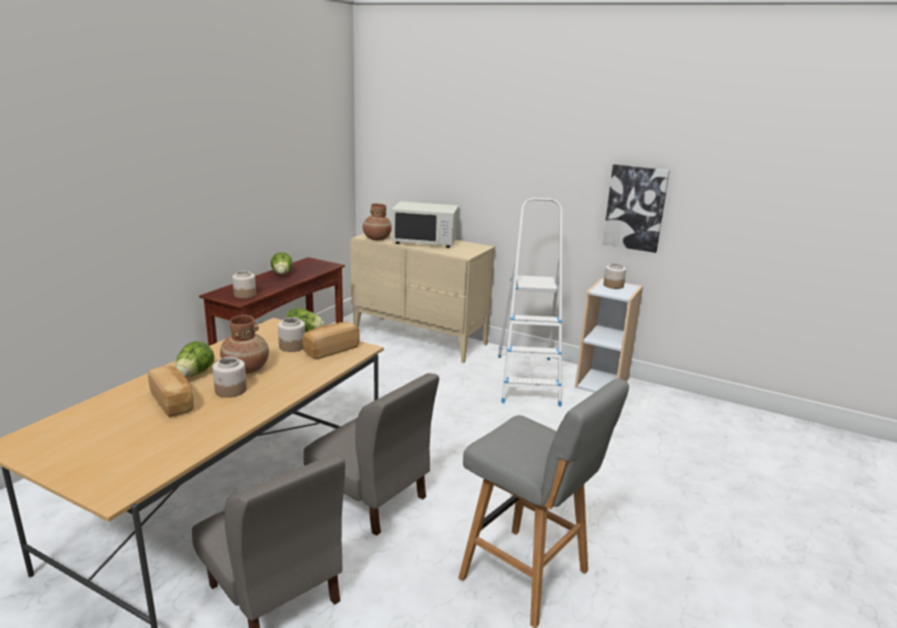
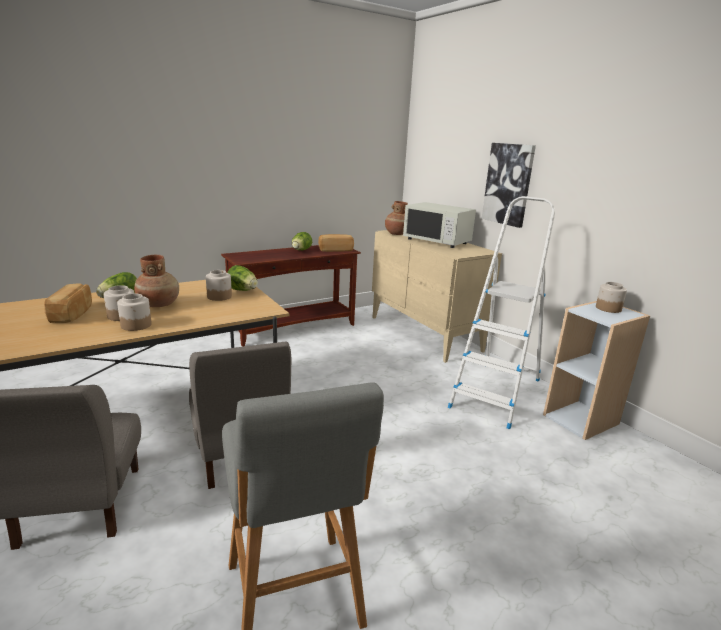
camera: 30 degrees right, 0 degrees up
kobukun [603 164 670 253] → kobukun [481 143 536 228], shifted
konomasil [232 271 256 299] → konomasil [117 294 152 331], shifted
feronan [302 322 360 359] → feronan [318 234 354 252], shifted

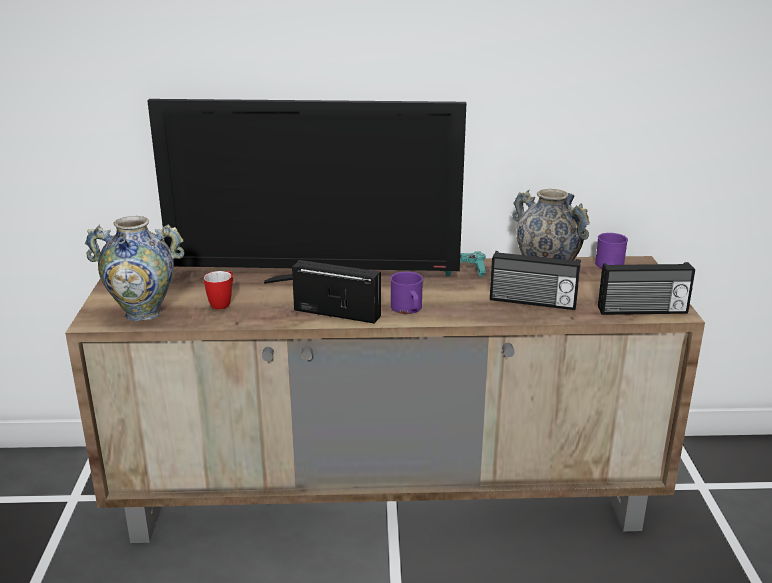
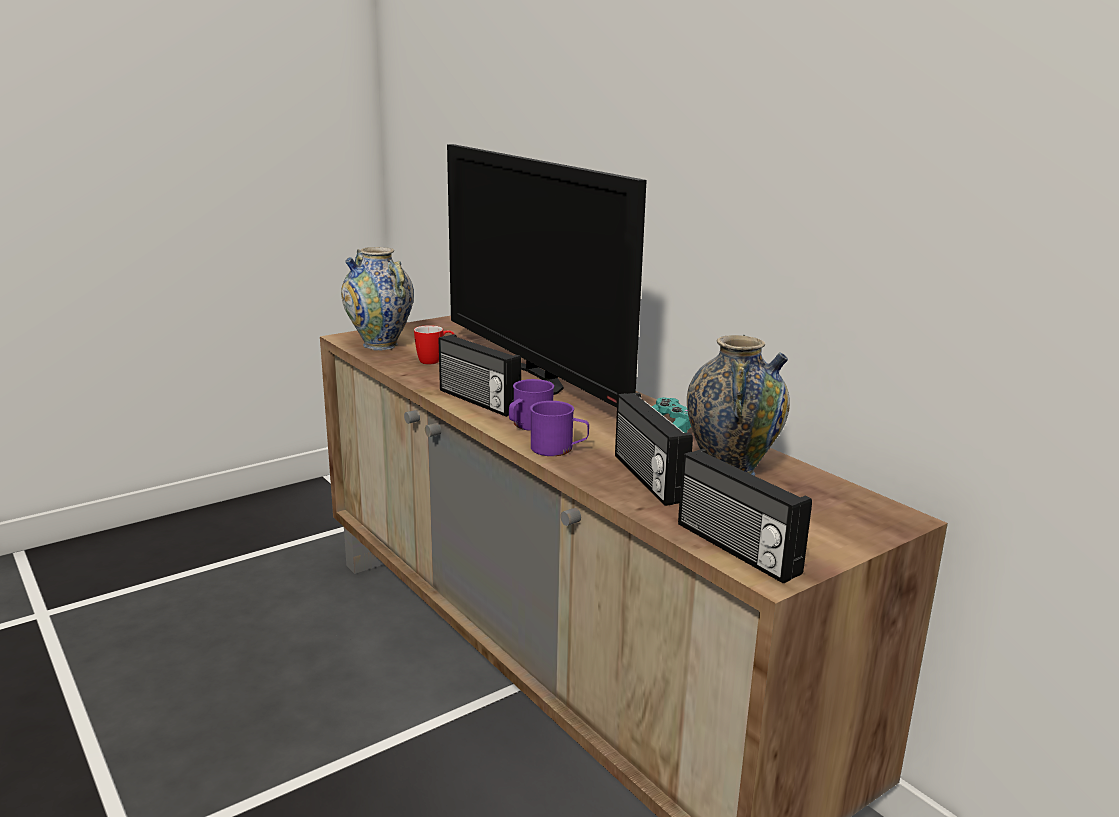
camera: 55 degrees right, 5 degrees down
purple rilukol [595 233 628 269] → purple rilukol [530 401 589 456], shifted
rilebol [292 260 381 324] → rilebol [439 334 521 417], 150 degrees clockwise

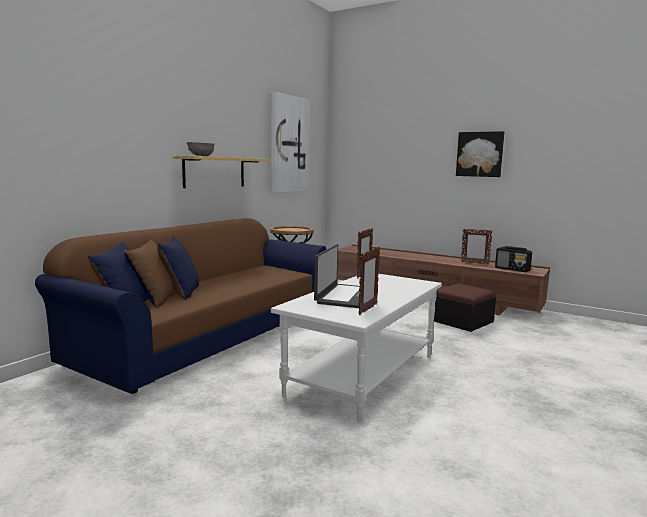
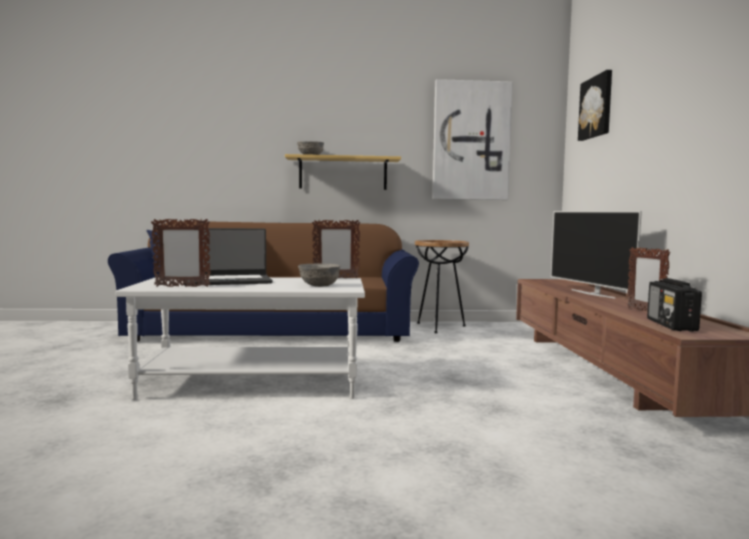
camera: 55 degrees right, 5 degrees down
kobukun [456 131 505 177] → kobukun [578 70 612 141], shifted
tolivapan [434 283 496 332] → -
- → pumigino [551 211 642 299]
- → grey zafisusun [298 263 340 287]

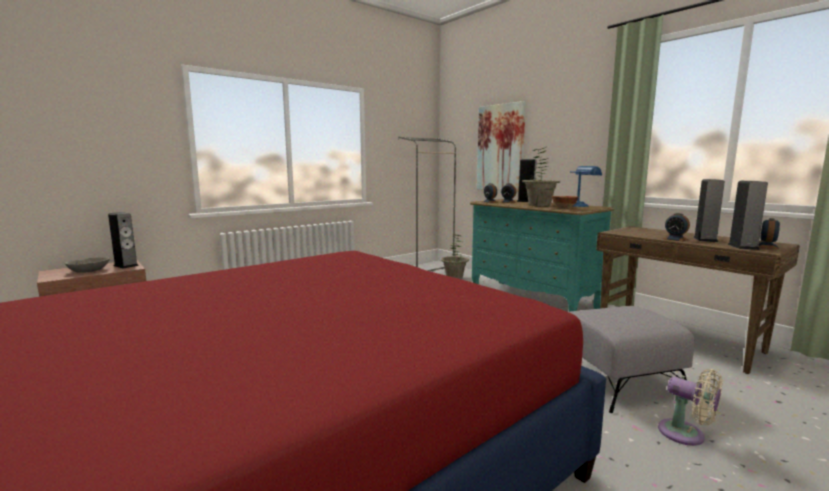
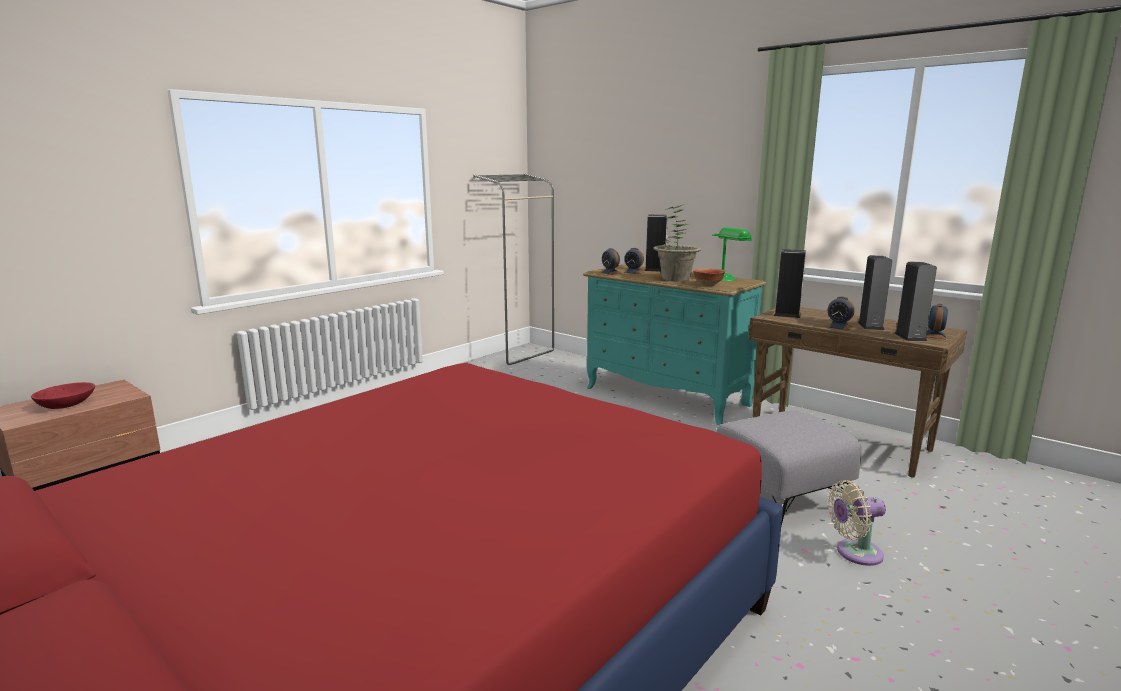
camera: 10 degrees left, 5 degrees up
kobukun [477 101 526 192] → -
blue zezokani [570 166 602 207] → green zezokani [712 227 752 281]
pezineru [108 212 139 269] → pezineru [773 249 806 318], shifted
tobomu [441 234 469 279] → -
grey zafisusun [65 257 110 273] → red zafisusun [31 382 95 409]
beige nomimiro [658 369 723 446] → beige nomimiro [828 480 886 566], 135 degrees clockwise

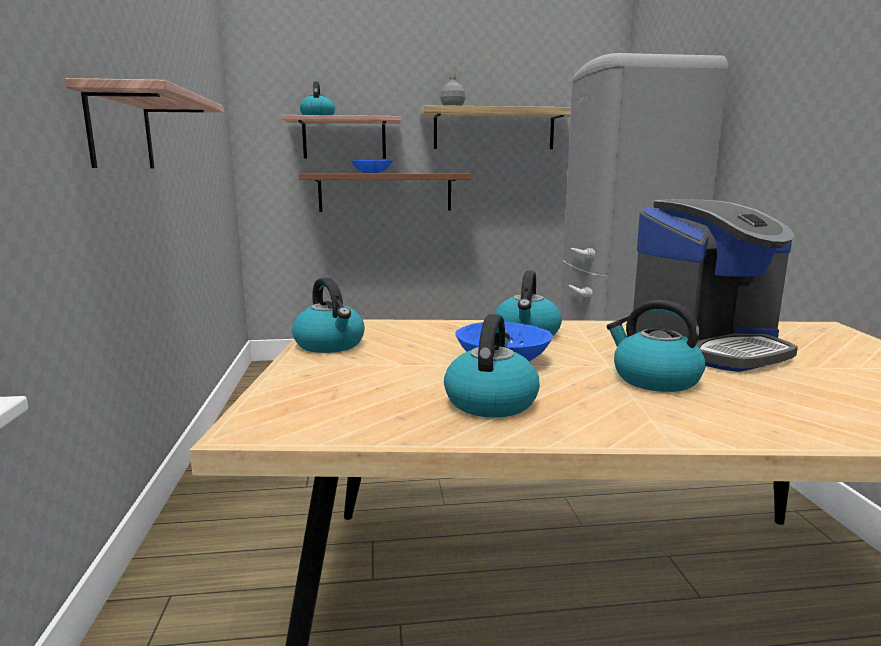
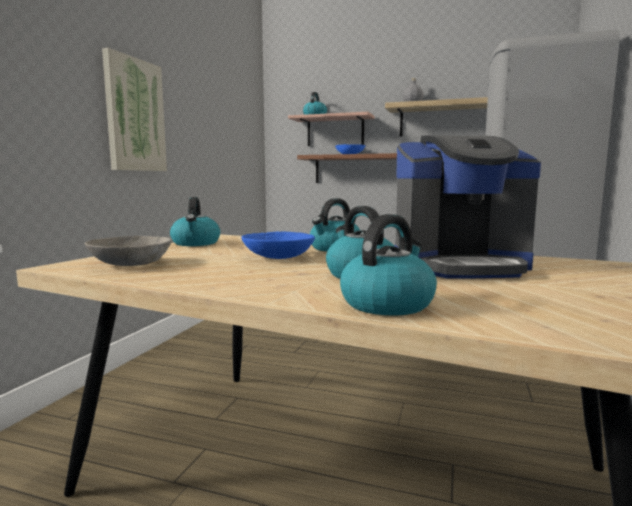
camera: 25 degrees right, 5 degrees down
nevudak [65 78 224 168] → kobukun [102 48 167 171]
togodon [444 314 540 418] → togodon [340 214 437 315], shifted
- → grey zafisusun [84 236 172 266]

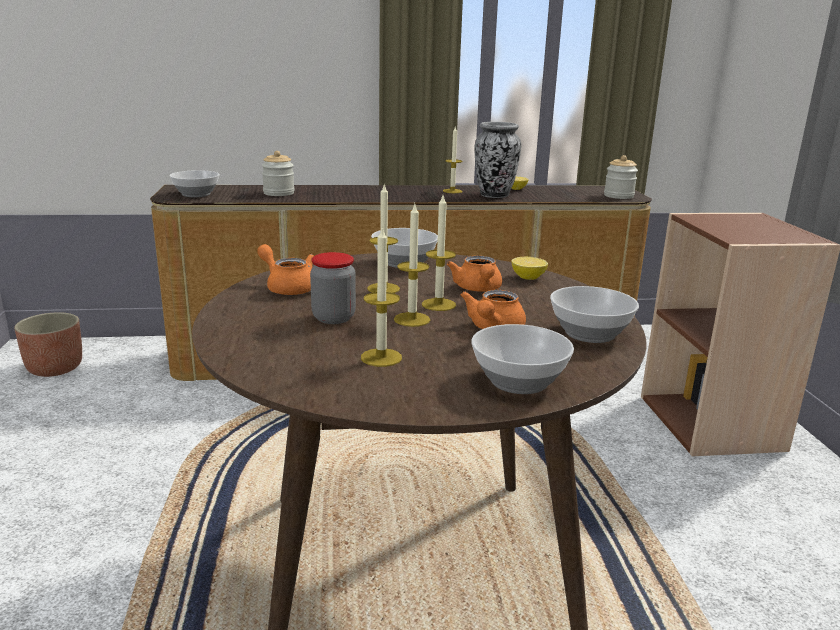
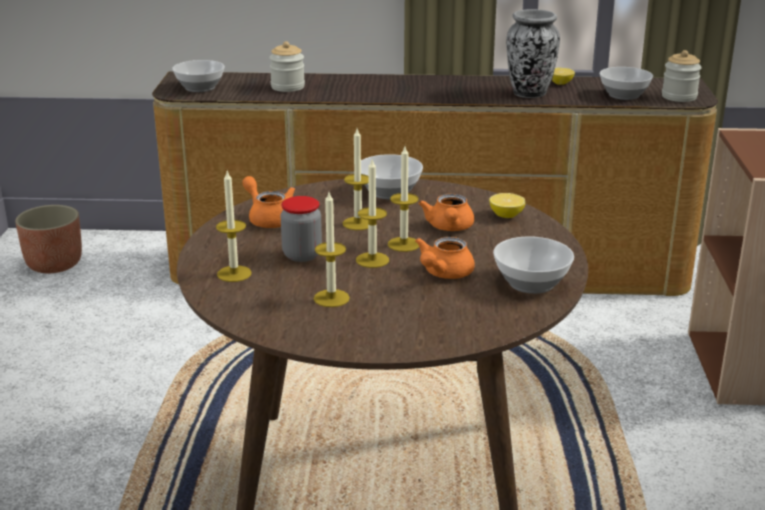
camera: 10 degrees right, 5 degrees up
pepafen [443 127 462 193] → pepafen [216 171 252 282], shifted
zafisusun [471 324 574 394] → zafisusun [600 67 653 100], shifted

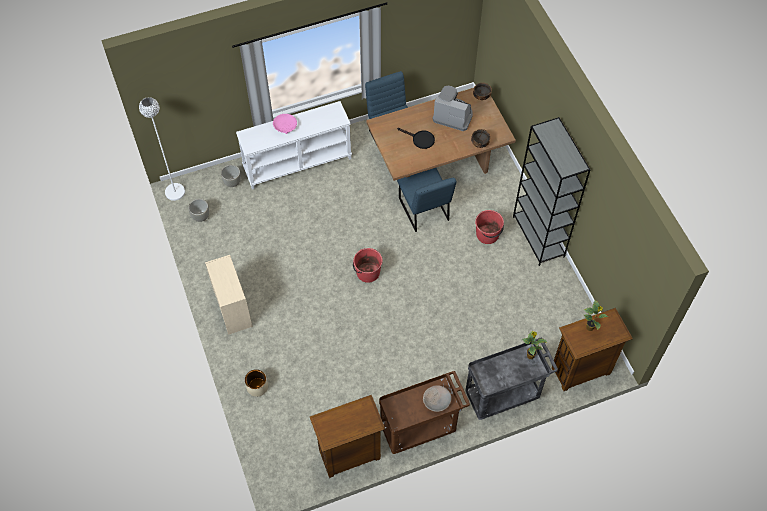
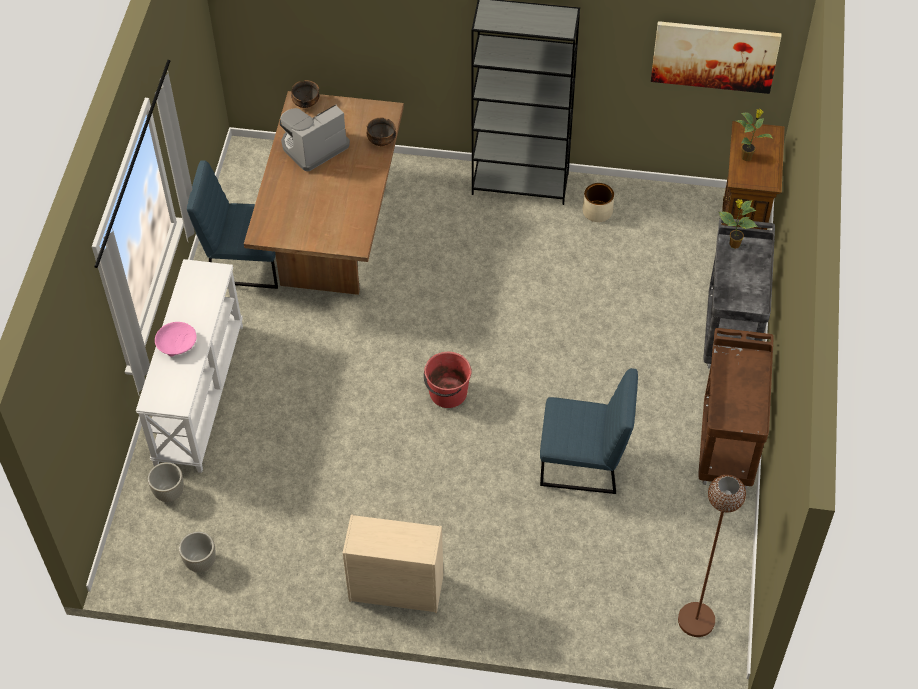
camera: 60 degrees left, 5 degrees down
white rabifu [139 97 185 201] → -
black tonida [397 128 435 149] → -
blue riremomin [397 168 457 232] → blue riremomin [540 368 638 494], shifted
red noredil [475 210 504 244] → -
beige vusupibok [245 369 268 397] → beige vusupibok [583 183 614 222], shifted
beige zafisusun [423 385 451 412] → -
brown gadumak [310 395 385 478] → -
- → kobukun [651 21 782 94]
- → brown rabifu [678 475 746 637]

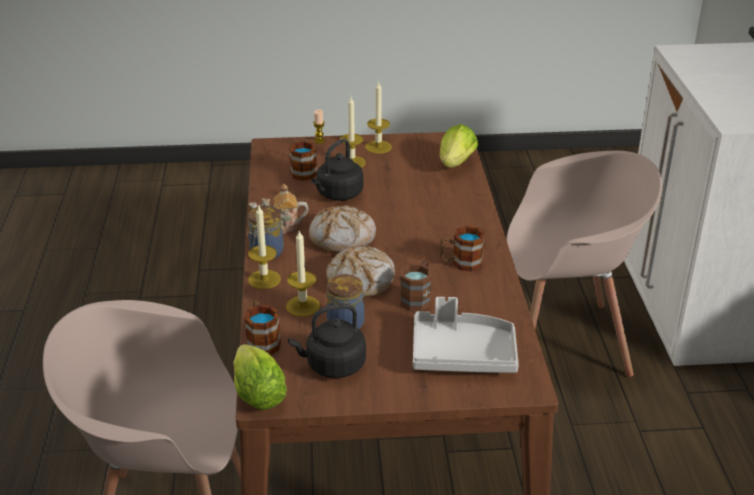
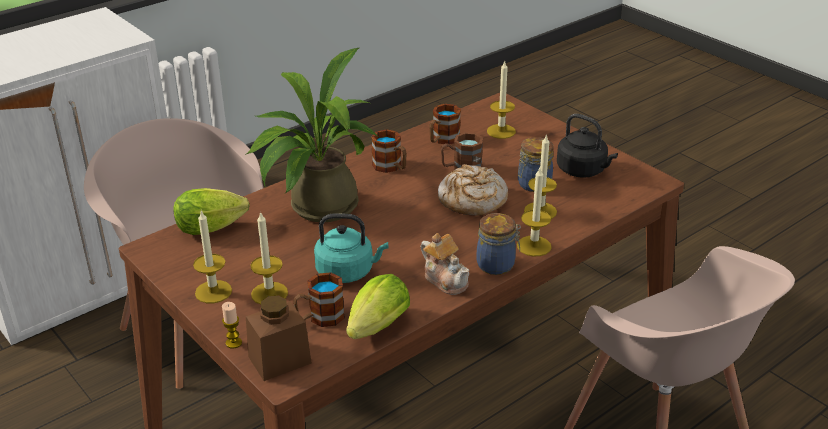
camera: 125 degrees left, 0 degrees up
black togodon [311 139 364 201] → turquoise togodon [314 213 388 283]
feronan [309 206 376 252] → -
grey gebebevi [413 297 519 373] → pepafen [487 60 516 139]
rilukol [244 301 281 355] → rilukol [429 104 461 144], shifted
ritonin [233 344 287 410] → ritonin [346 274 410 339], shifted
- → tobomu [245 48 378 222]
- → brown konomasil [246 296 312 381]

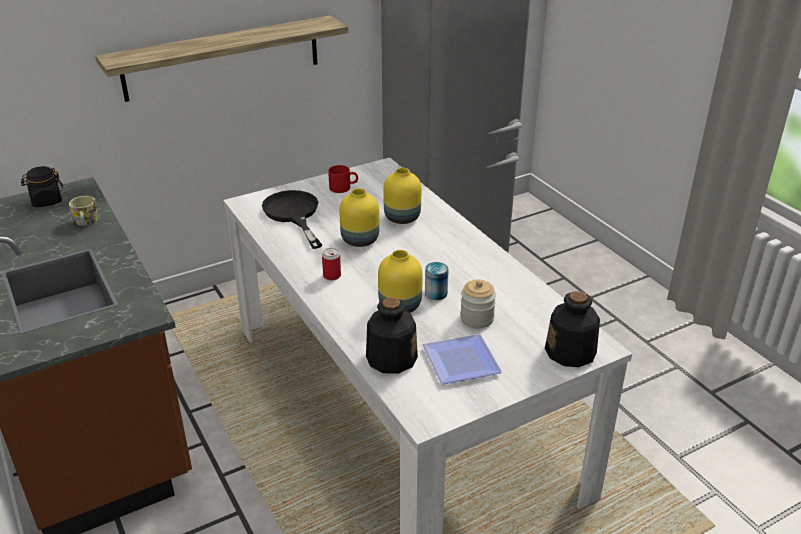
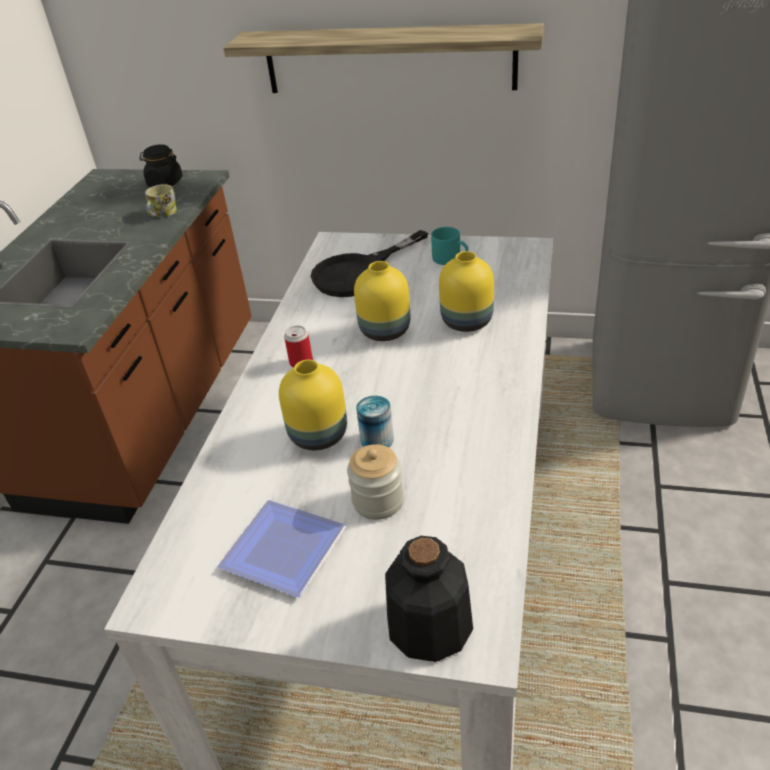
camera: 45 degrees right, 5 degrees up
red rilukol [328 165 358 193] → turquoise rilukol [431 227 468 265]
black tonida [262 190 322 249] → black tonida [310 230 428 297], 150 degrees counterclockwise
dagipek [366 297 418 374] → -

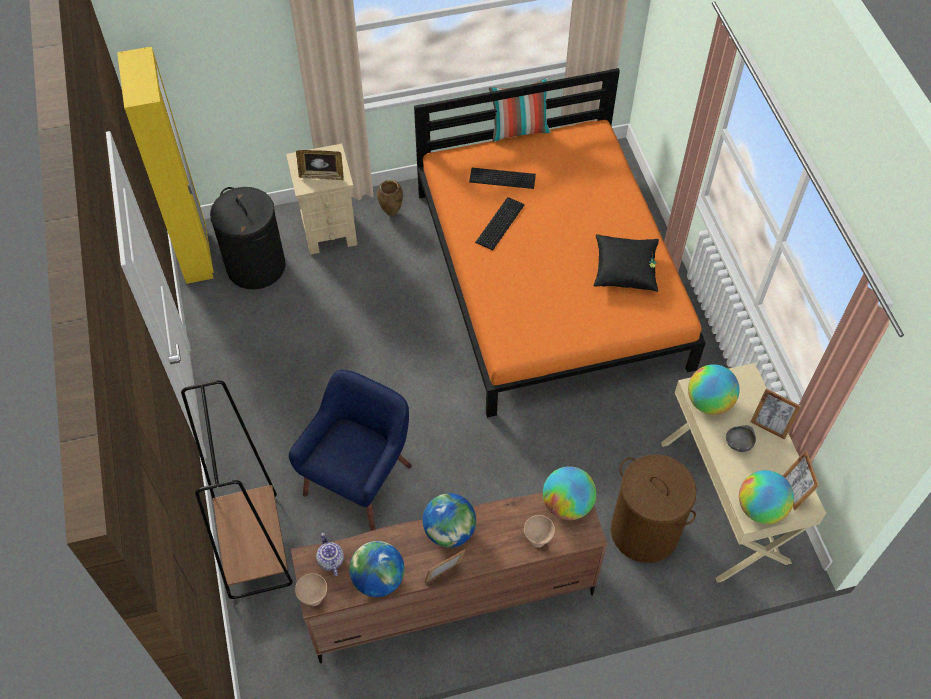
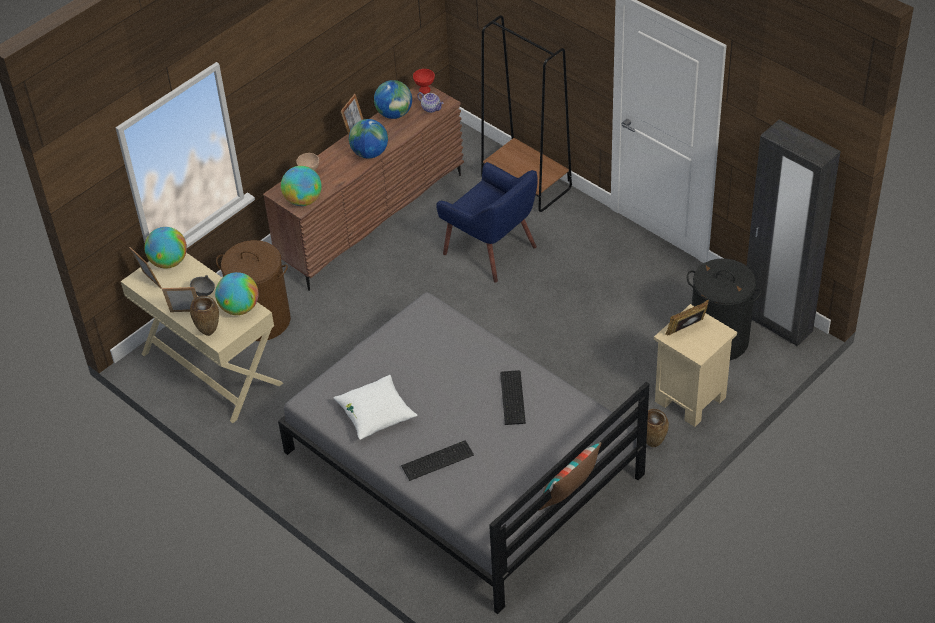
camera: 150 degrees right, 10 degrees down
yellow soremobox [117 47 214 284] → black soremobox [747 119 841 347]
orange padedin [414 68 706 418] → grey padedin [278 292 649 614]
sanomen [469 168 536 189] → sanomen [401 440 474 481], shifted
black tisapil [593 234 659 292] → white tisapil [334 375 417 440]
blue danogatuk [289 370 412 531] → blue danogatuk [436 162 537 283], 45 degrees counterclockwise
beige zafisusun [295 573 327 606] → red zafisusun [413 69 435 94]
- → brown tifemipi [190 296 219 336]

